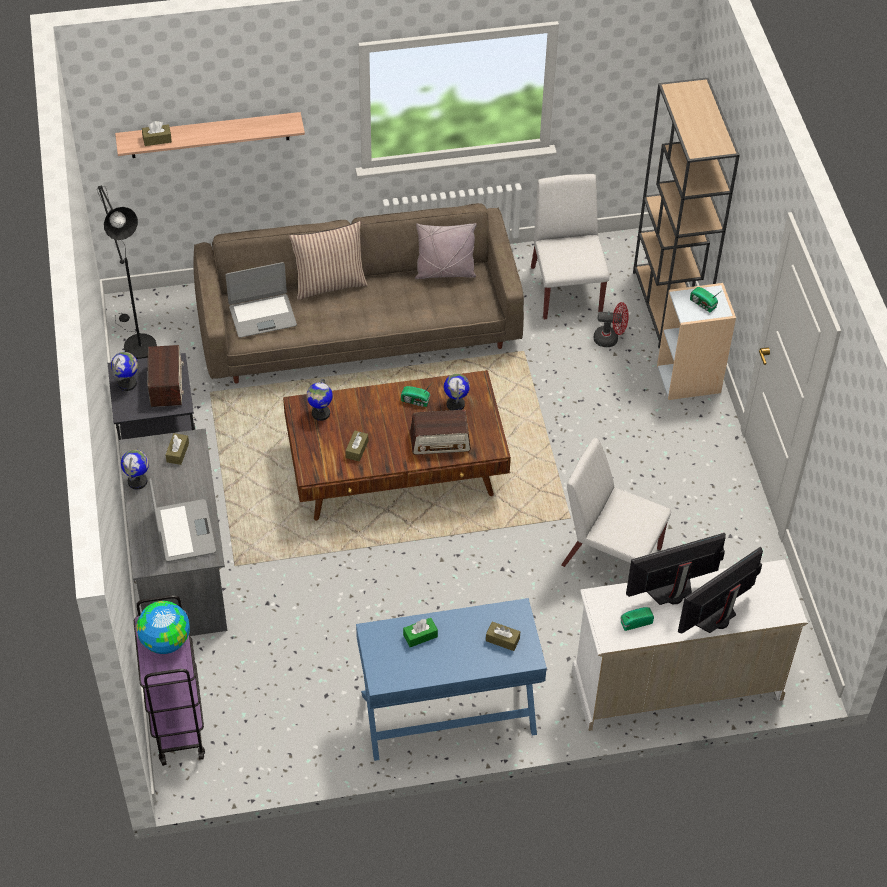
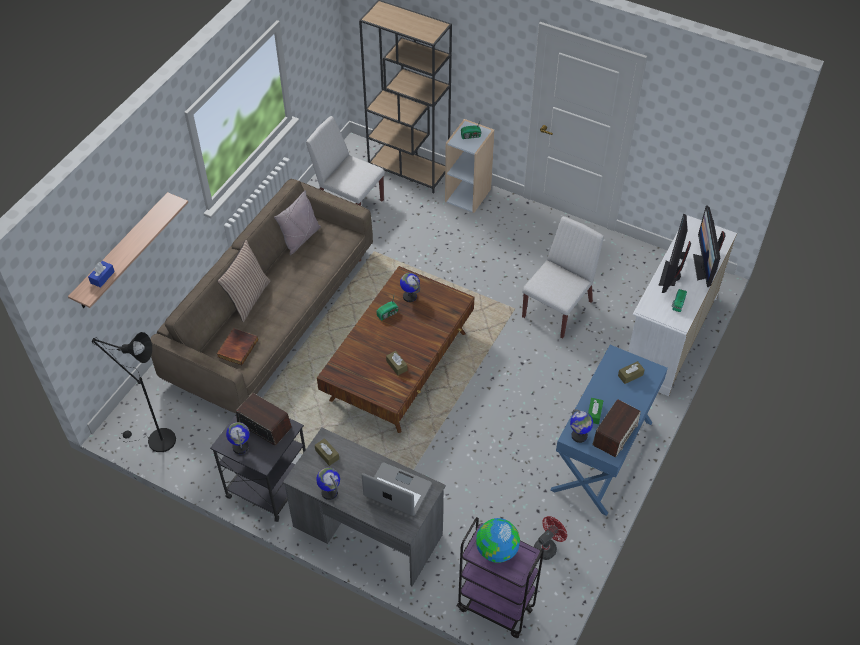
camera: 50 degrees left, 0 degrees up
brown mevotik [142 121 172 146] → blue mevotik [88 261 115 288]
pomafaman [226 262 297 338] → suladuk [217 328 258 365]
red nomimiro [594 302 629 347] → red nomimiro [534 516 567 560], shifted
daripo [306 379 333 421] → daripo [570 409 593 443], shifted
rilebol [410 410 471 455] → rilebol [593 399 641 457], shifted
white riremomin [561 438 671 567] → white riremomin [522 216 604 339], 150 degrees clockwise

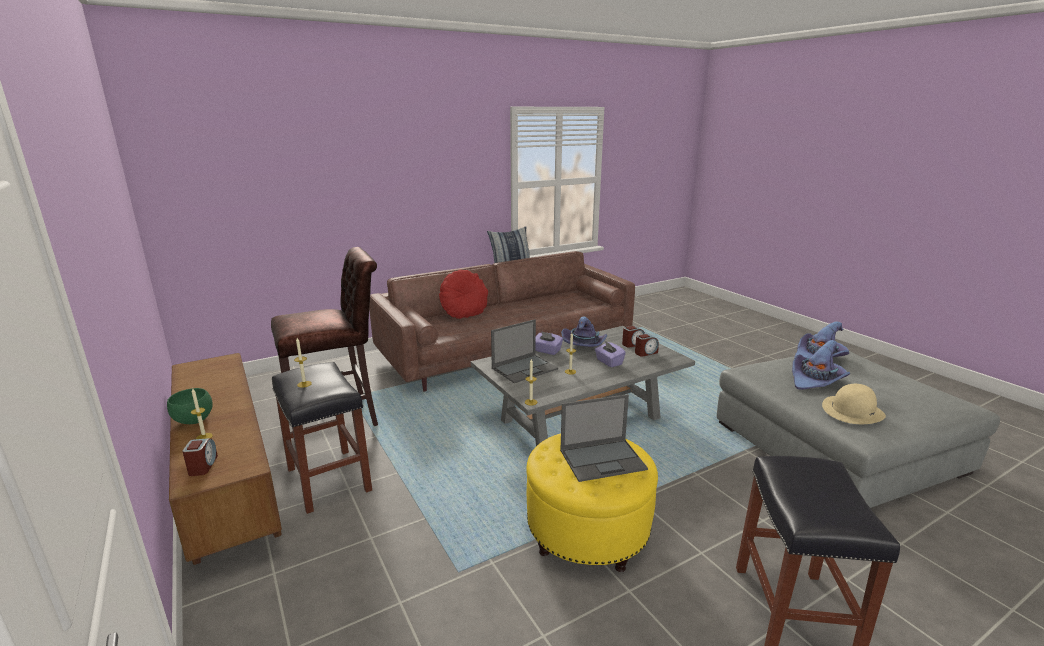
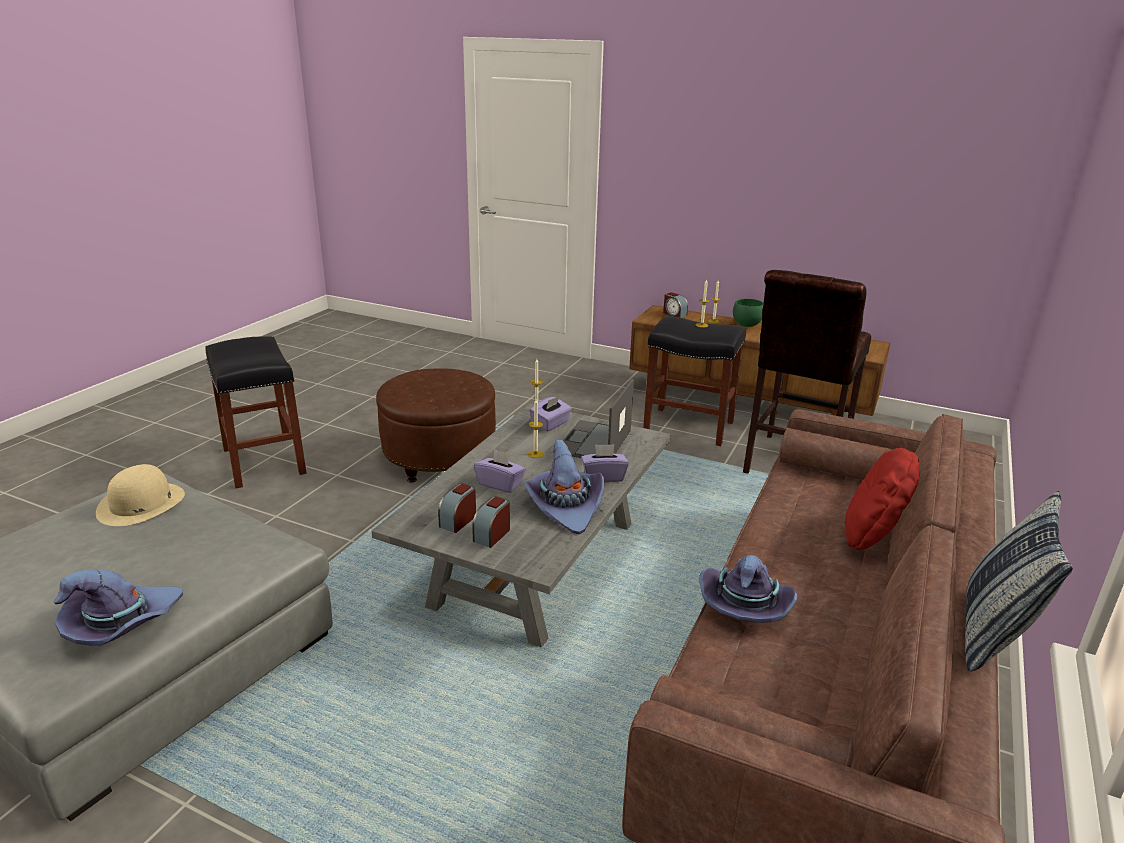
camera: 145 degrees right, 5 degrees up
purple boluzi [792 340 851 390] → purple boluzi [699 555 797 623], shifted
pomafaman [560 394 648 482] → -
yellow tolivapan [527 433 658 572] → brown tolivapan [376 368 496 482]
- → purple mevotik [529 396 572 432]

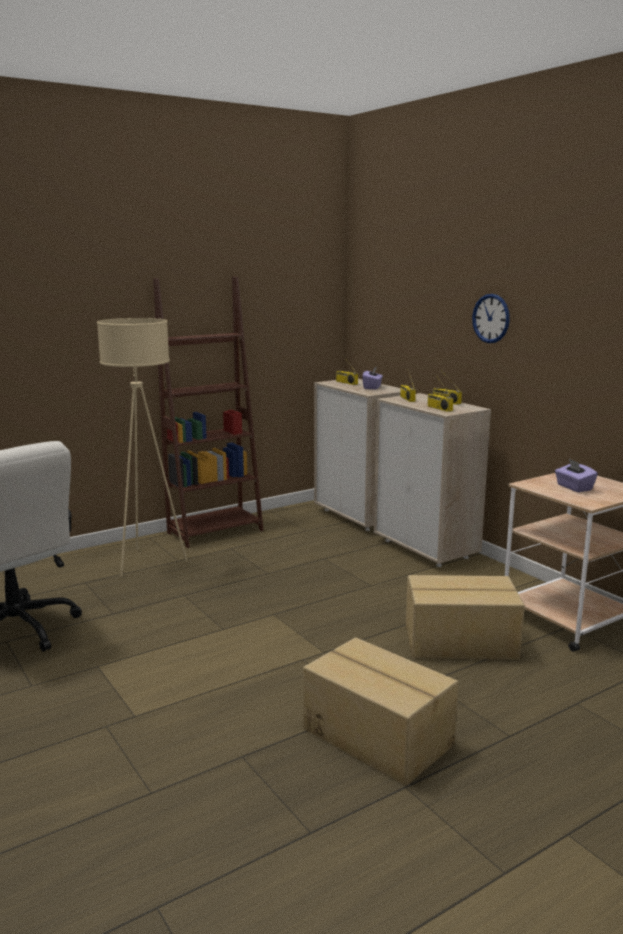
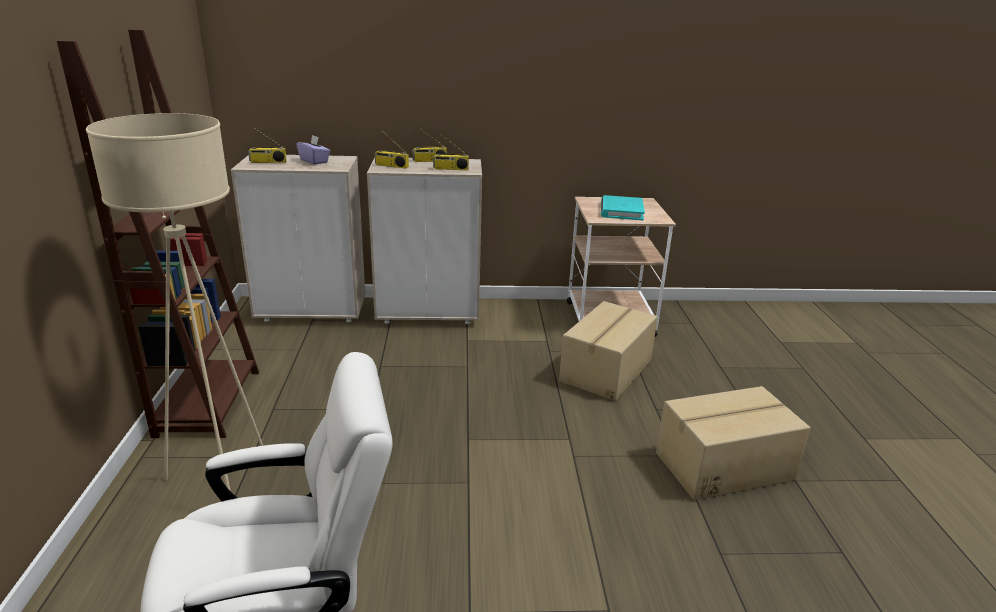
camera: 60 degrees left, 10 degrees up
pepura [472 294 510 343] → -
purple mevotik [555 459 598 492] → turquoise suladuk [601 195 645 220]

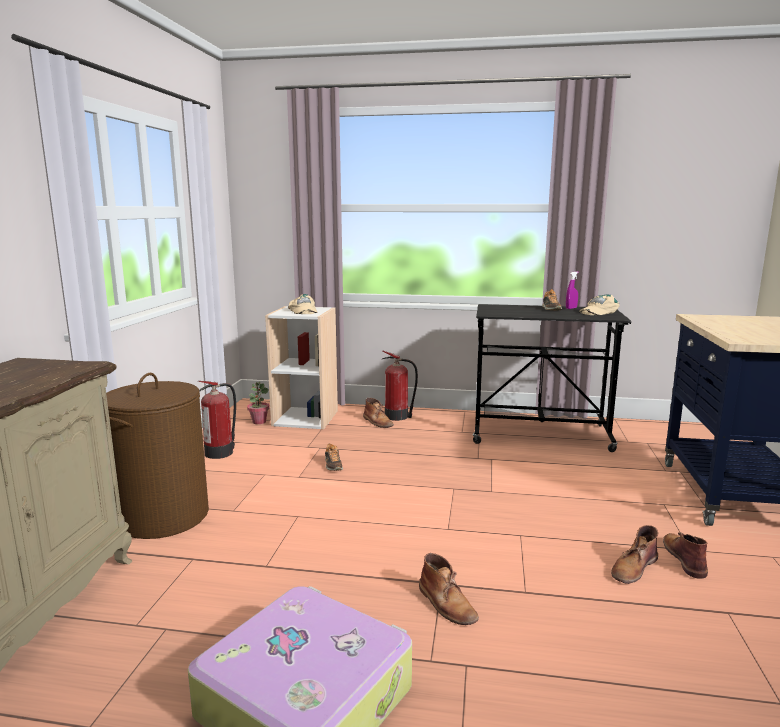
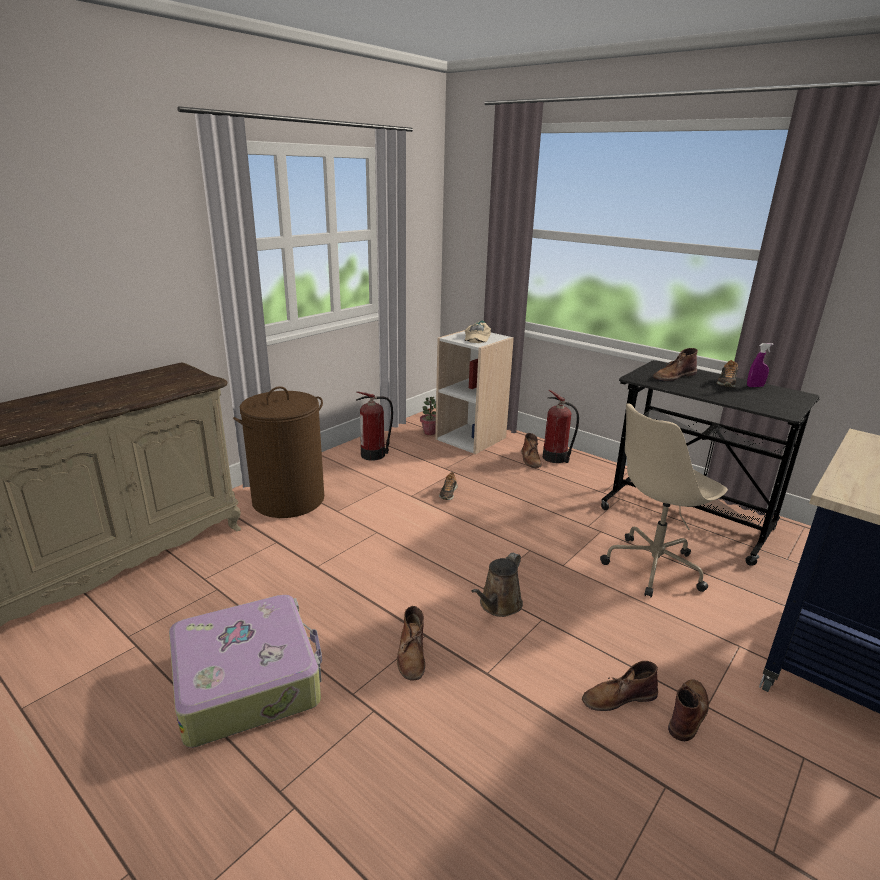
camera: 30 degrees right, 10 degrees up
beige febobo [579 295 620 315] → -
- → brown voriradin [653 348 698 381]
- → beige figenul [600 403 728 597]
- → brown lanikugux [471 553 523 617]

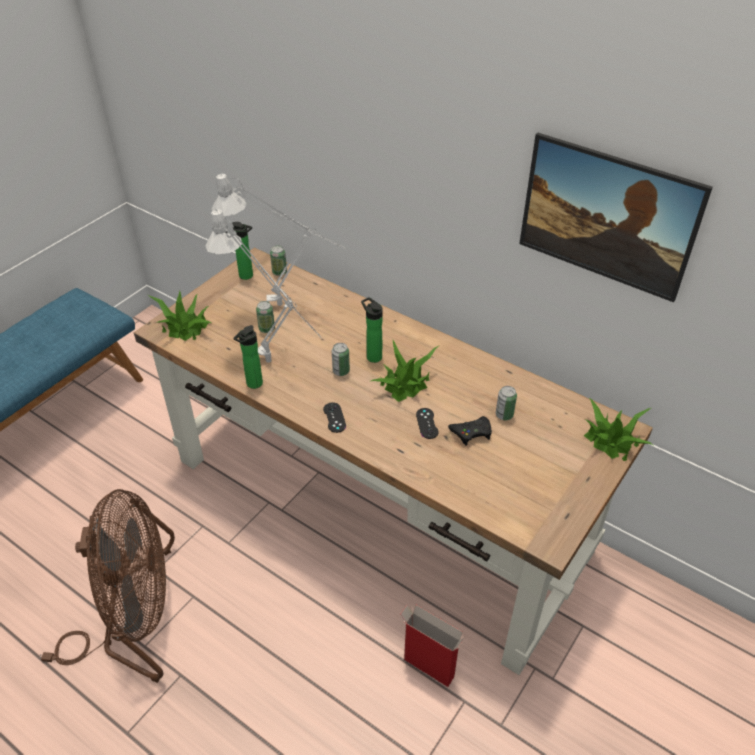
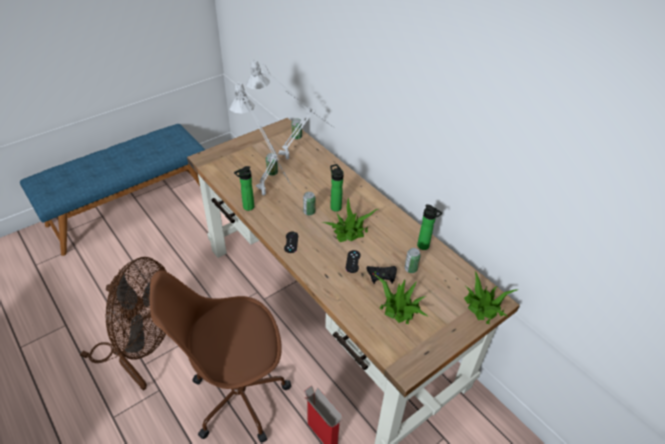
camera: 15 degrees right, 0 degrees up
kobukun [519 133 712 302] → -
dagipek [232 222 253 280] → dagipek [417 204 442 250], shifted
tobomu [148 291 211 341] → tobomu [376 275 427 324], shifted
- → brown figenul [149 271 291 443]

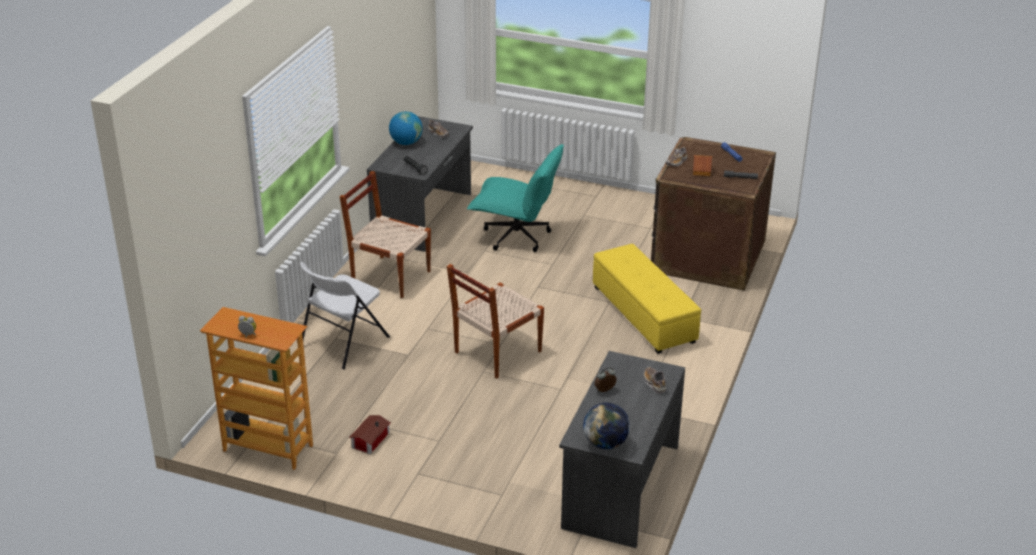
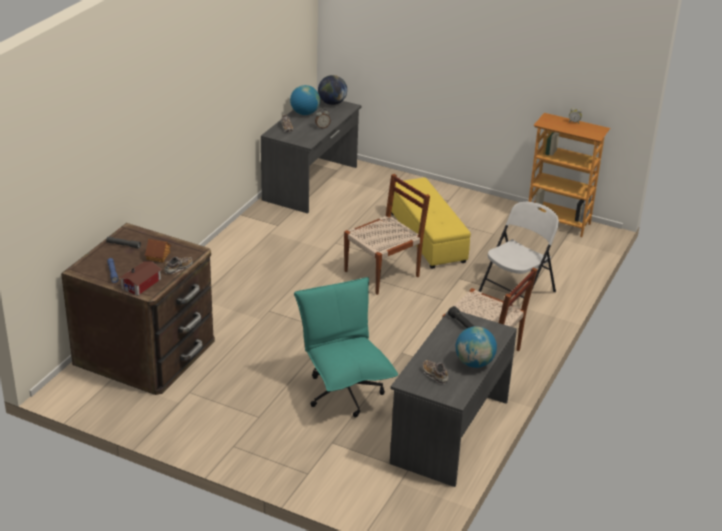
camera: 175 degrees left, 0 degrees up
turquoise figenul [467 144 564 252] → turquoise figenul [294 277 398 417], 45 degrees clockwise
yellow tolivapan [593 244 701 354] → yellow tolivapan [391 178 471 269], shifted
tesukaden [349 415 391 454] → tesukaden [119 262 162 296], shifted
- → daripo [290 85 320 115]

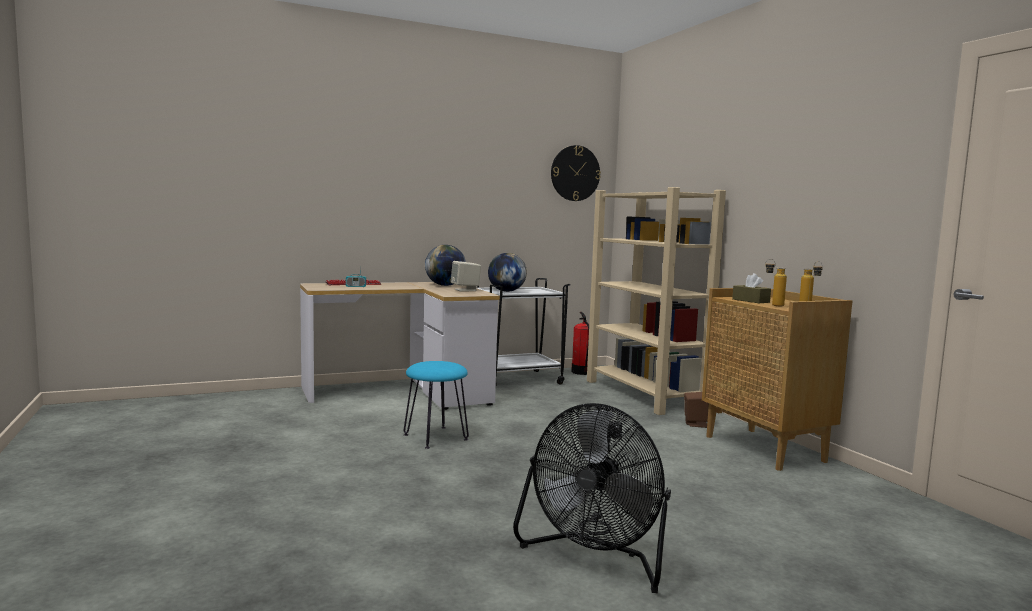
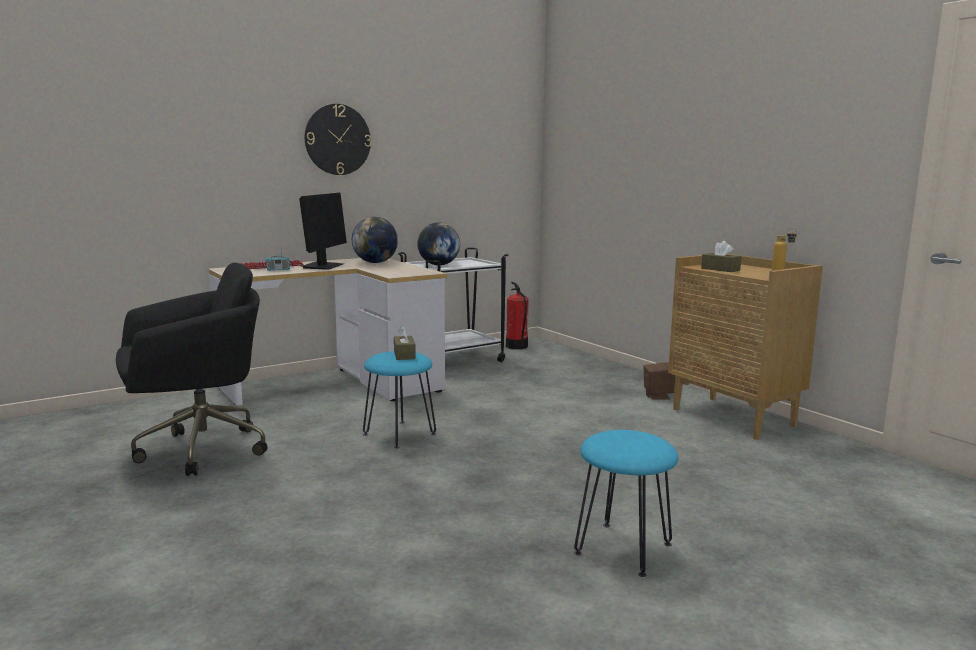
camera: 10 degrees left, 5 degrees up
pepura [551 145 601 201] → pepura [305 104 371 175], shifted
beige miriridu [587 187 726 415] → -
dagipek [765 259 787 306] → -
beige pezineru [451 261 481 292] → -
black nomimiro [513 403 671 593] → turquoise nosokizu [574 430 678 577]
- → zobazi [299 193 347 270]
- → black figenul [116 263 268 476]
- → brown mevotik [394 325 416 360]

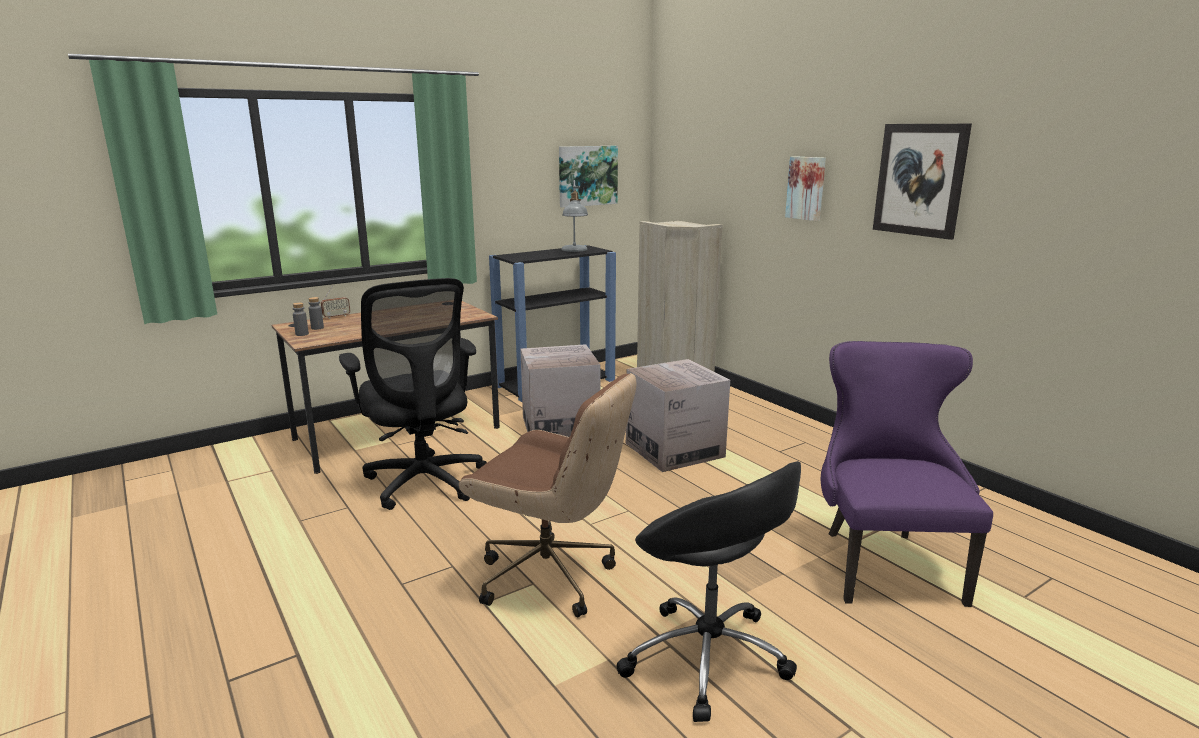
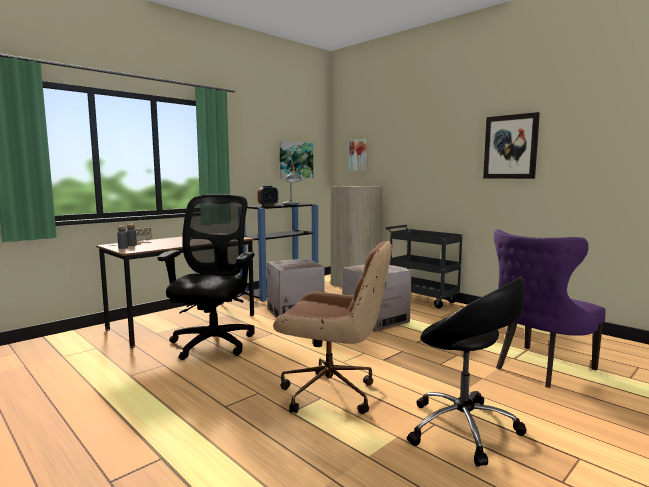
camera: 10 degrees left, 10 degrees down
kobukun [785 156 826 221] → kobukun [349 139 367 171], shifted
black figenul [339 278 487 510] → black figenul [158 194 255 360], 135 degrees counterclockwise
purple riremomin [821 341 993 607] → purple riremomin [494 229 605 388], 120 degrees counterclockwise
- → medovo [258 186 278 206]
- → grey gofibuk [386 225 462 308]

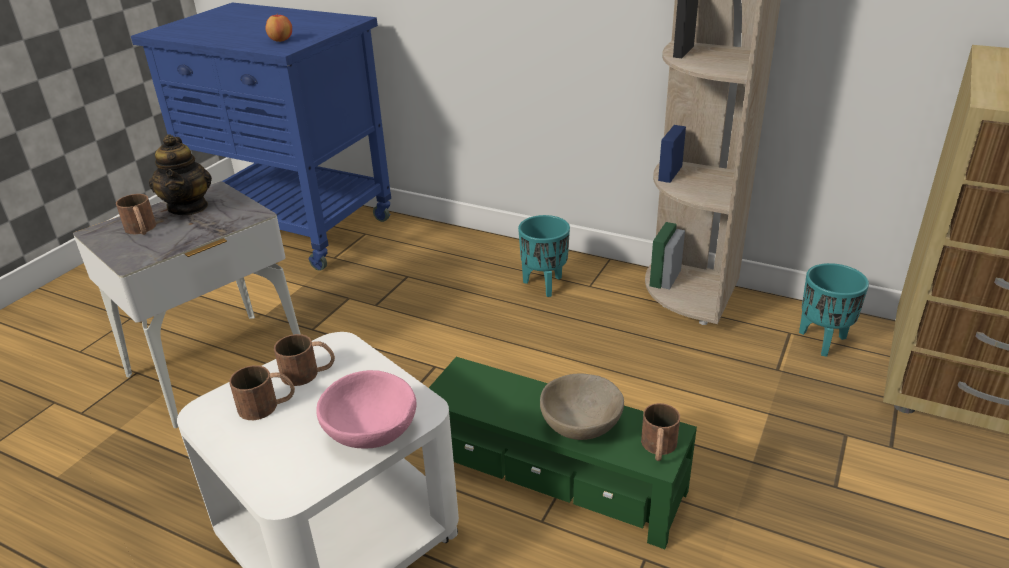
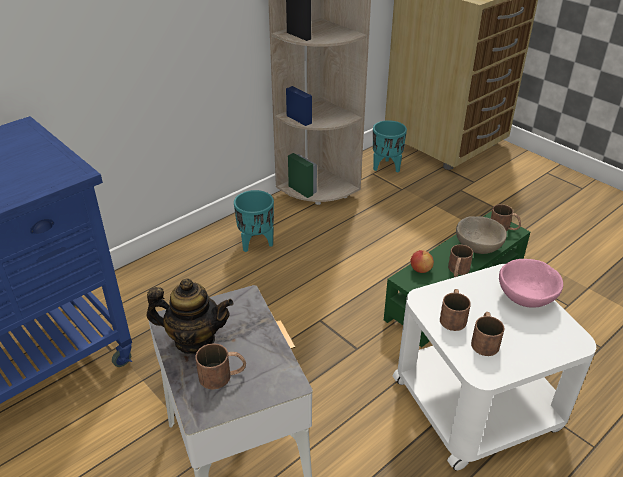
camera: 70 degrees left, 5 degrees up
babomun [265 15 292 42] → babomun [410 250 434 273], shifted
- → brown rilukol [448 245 473 277]

